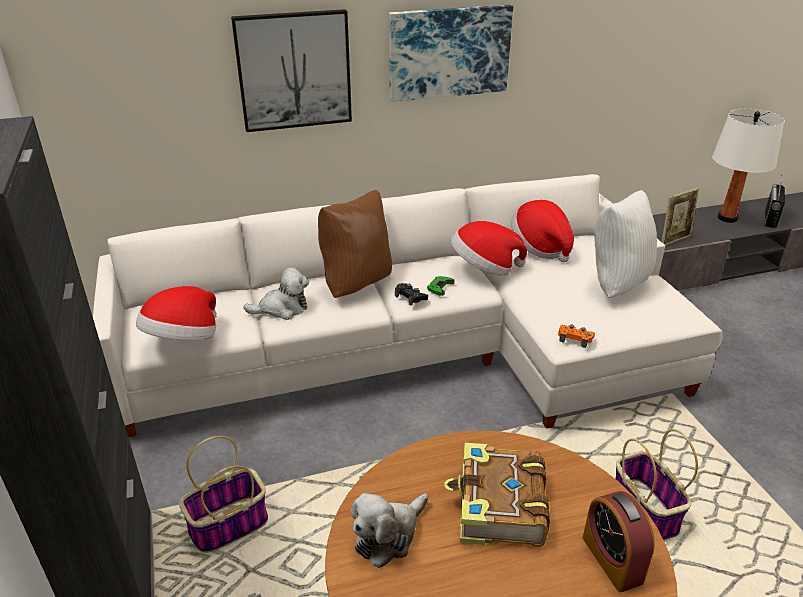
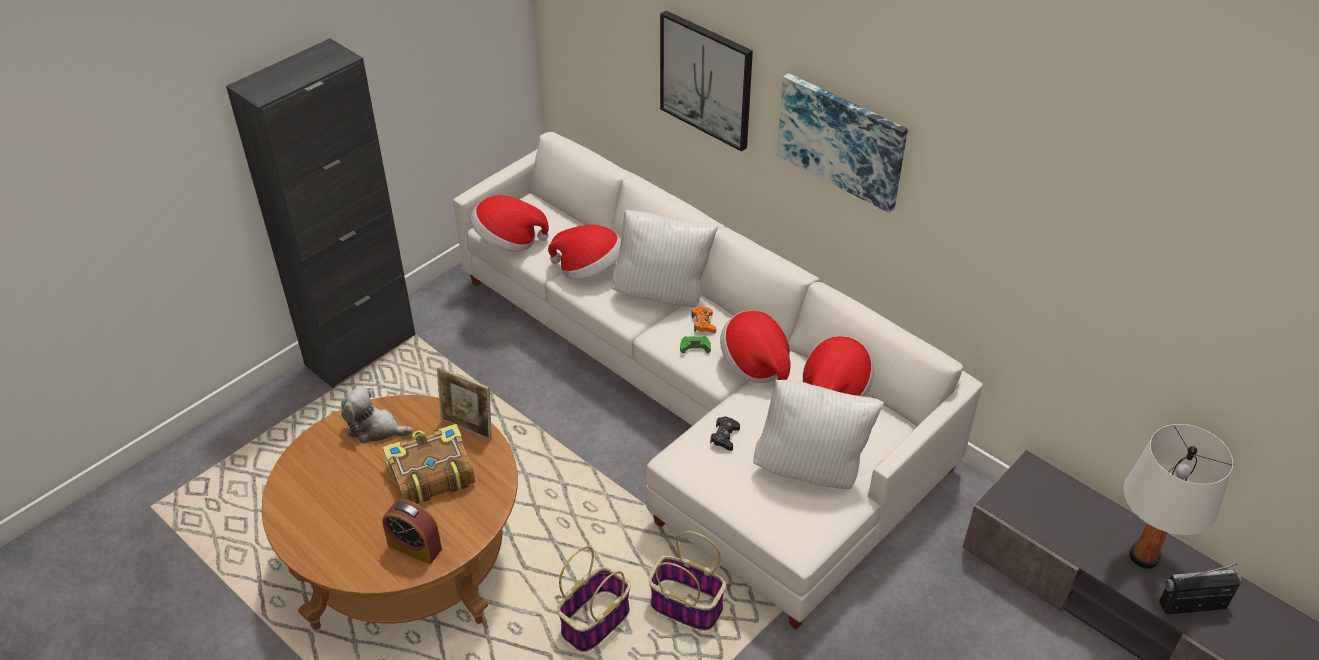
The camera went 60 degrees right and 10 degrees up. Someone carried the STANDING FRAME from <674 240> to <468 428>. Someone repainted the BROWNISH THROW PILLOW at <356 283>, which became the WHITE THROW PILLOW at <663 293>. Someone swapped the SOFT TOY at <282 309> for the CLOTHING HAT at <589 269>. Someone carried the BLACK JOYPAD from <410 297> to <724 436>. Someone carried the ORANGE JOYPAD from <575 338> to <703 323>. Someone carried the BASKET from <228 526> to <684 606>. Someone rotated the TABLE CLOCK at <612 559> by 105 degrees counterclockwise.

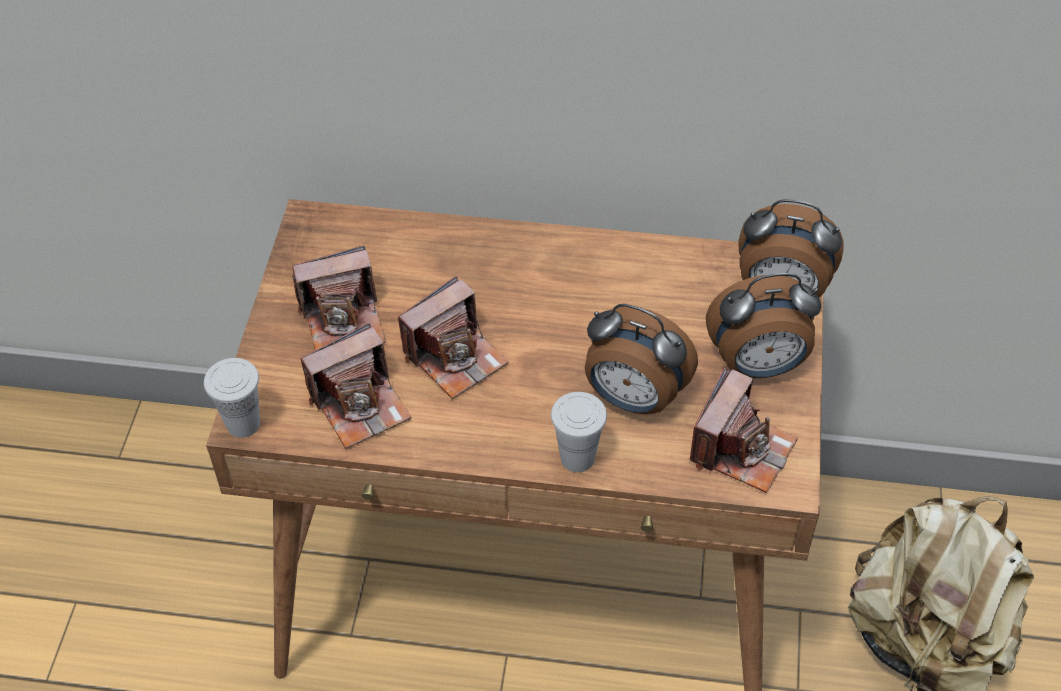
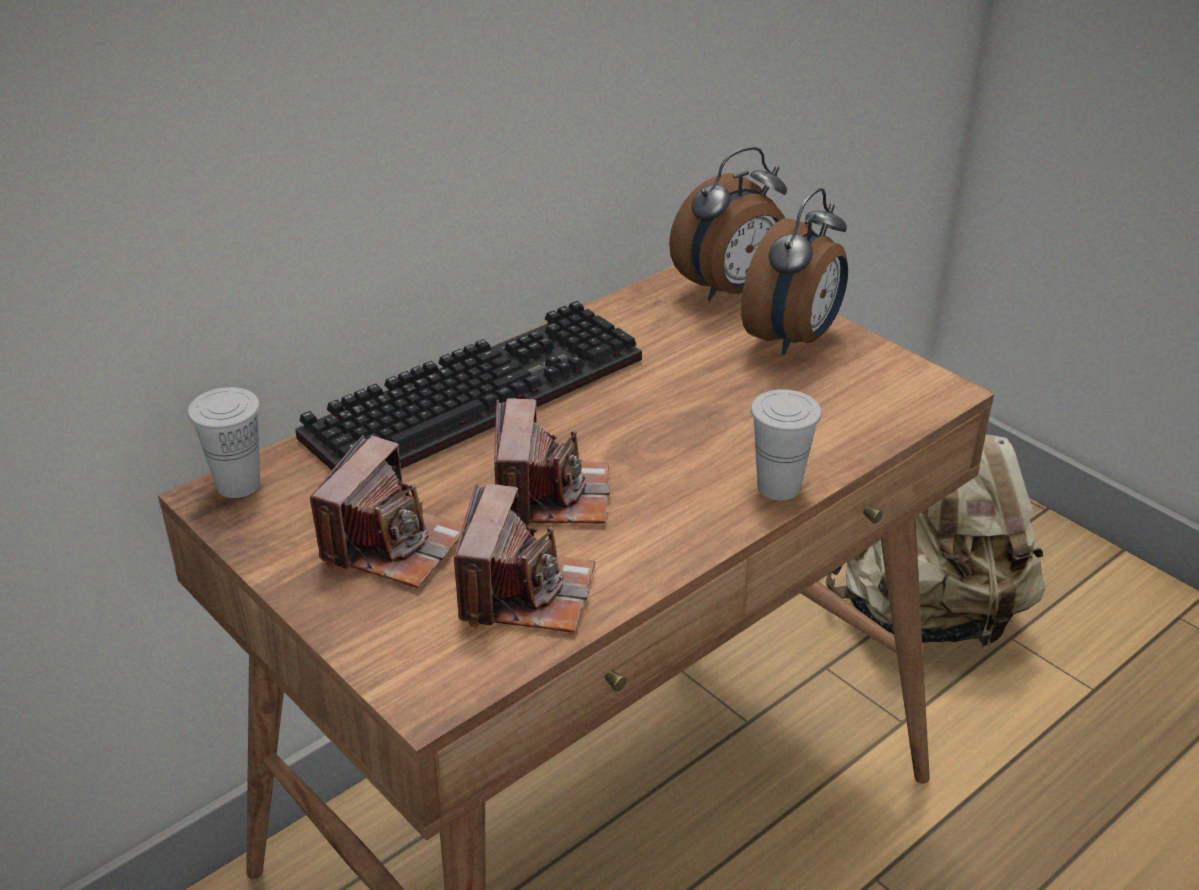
The camera went 50 degrees left and 15 degrees down. Someone took away the TABLE CLOCK at <633 399>. Someone carried the WHITE CUP from <243 424> to <238 484>. Someone took away the PHOTO CAMERA at <741 449>. Someone put down the COMPUTER KEYBOARD at <477 393>.

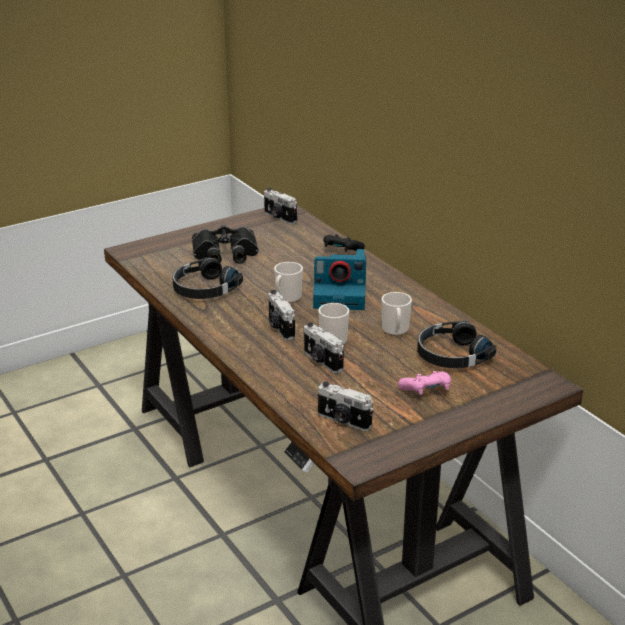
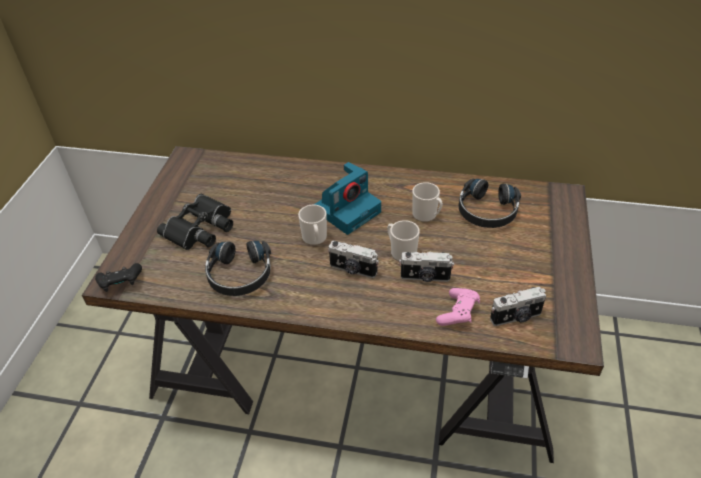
The camera went 45 degrees left and 15 degrees up. Someone took away the PHOTO CAMERA at <279 217>. Someone carried the BLACK JOYPAD from <341 251> to <121 283>. Someone carried the PINK-COLOURED JOYPAD from <426 391> to <458 313>.

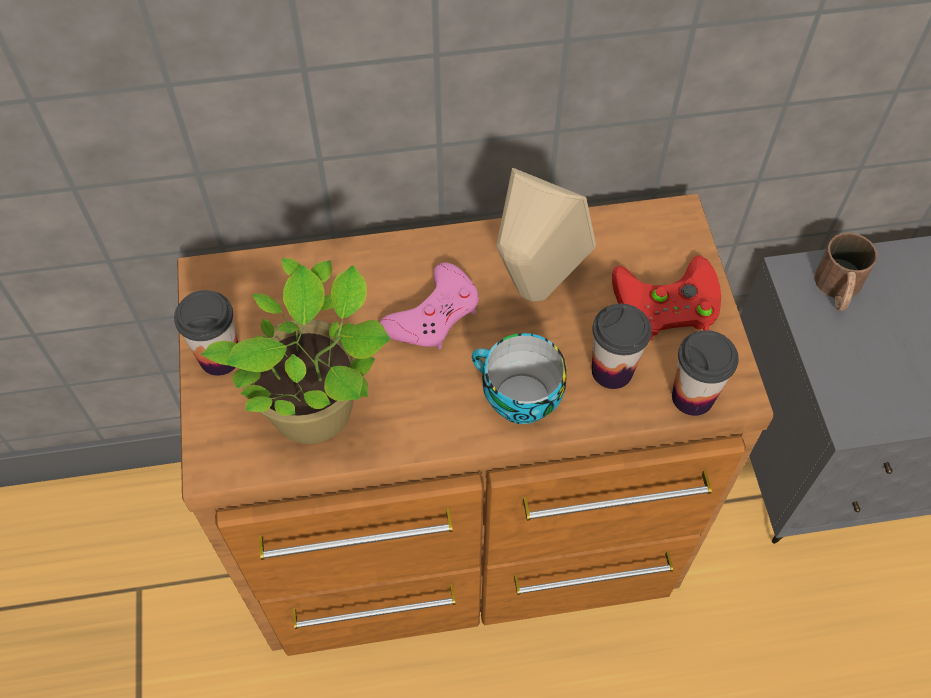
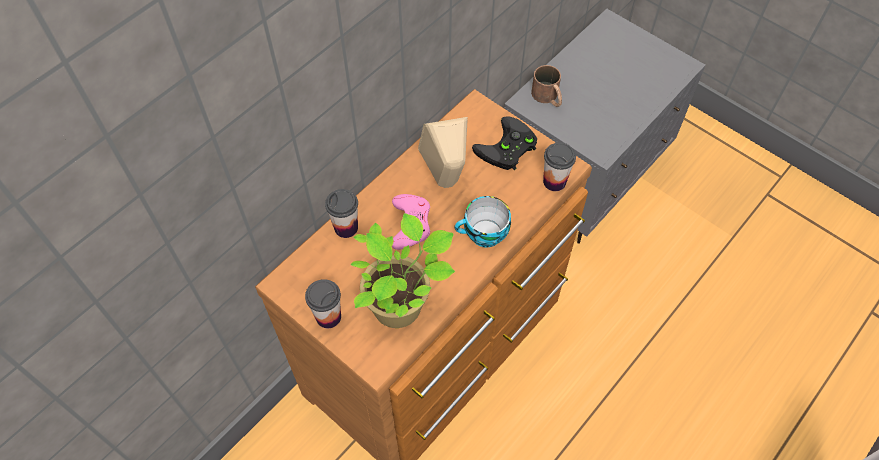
The camera went 40 degrees left and 0 degrees up. Someone repainted the RED JOYPAD at <664 305>, which became the BLACK JOYPAD at <507 149>. Someone carried the CUP from <612 371> to <346 227>.

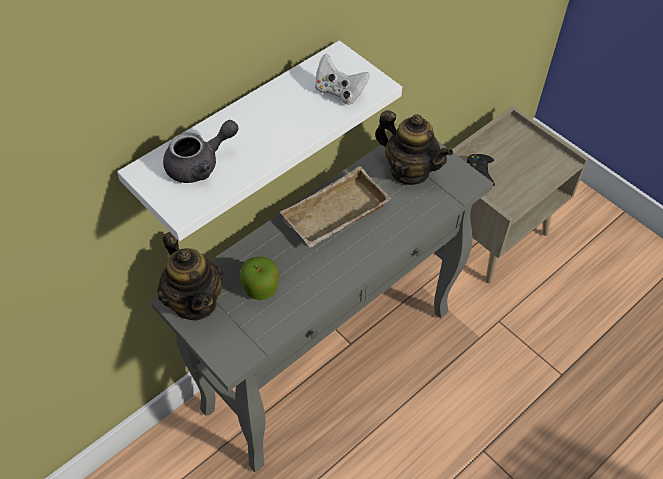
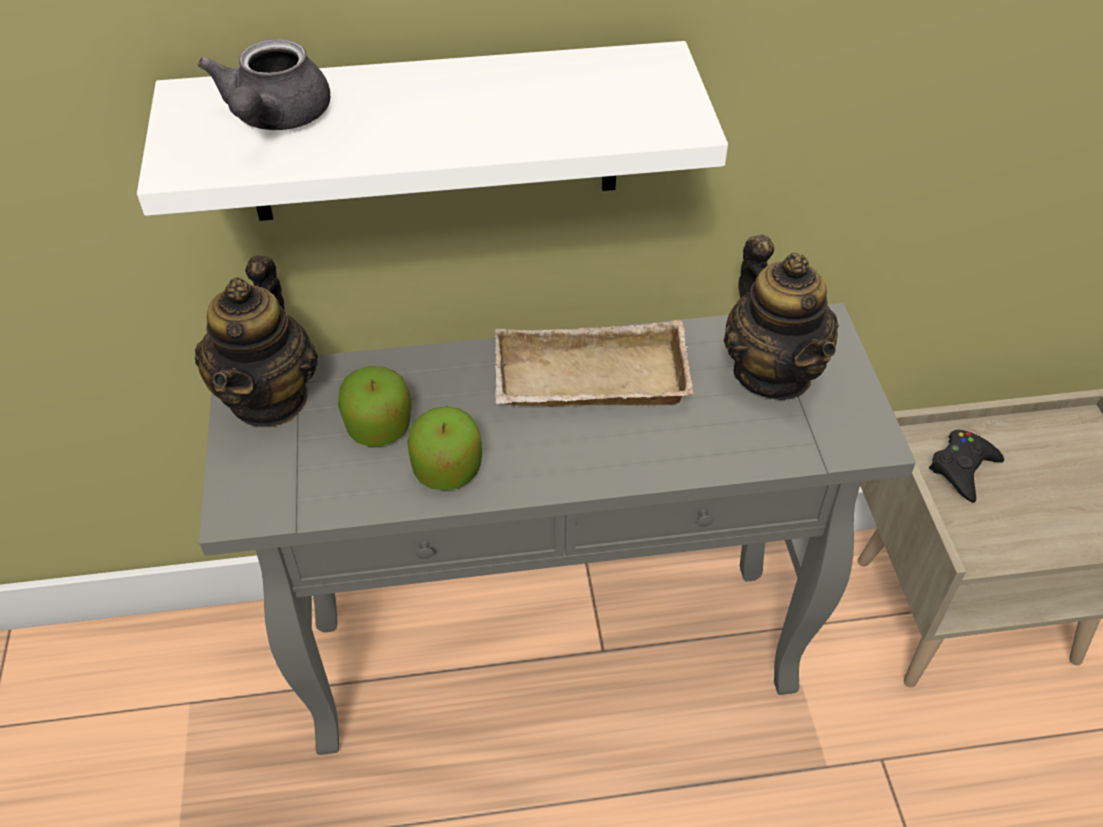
The camera went 35 degrees right and 5 degrees down. Someone took away the WHITE JOYPAD at <339 92>. Someone rotated the GREY POT FOR TEA at <200 164> by 90 degrees clockwise. Someone put down the APPLE at <447 469>.

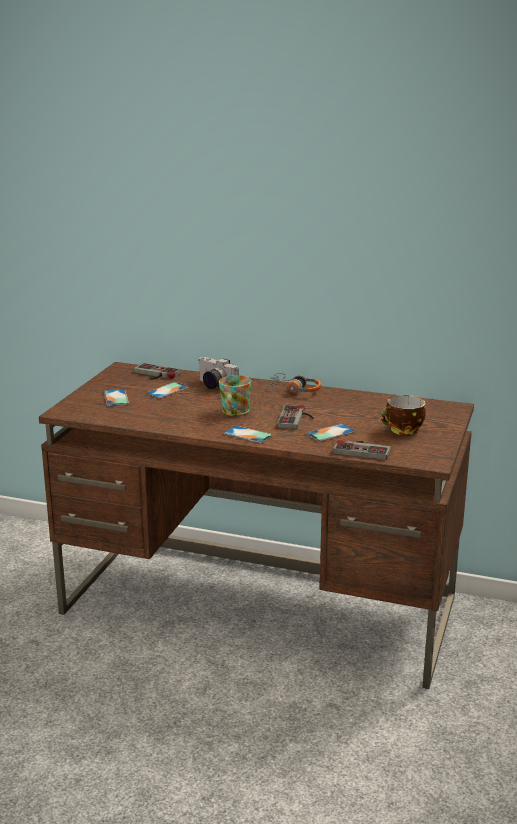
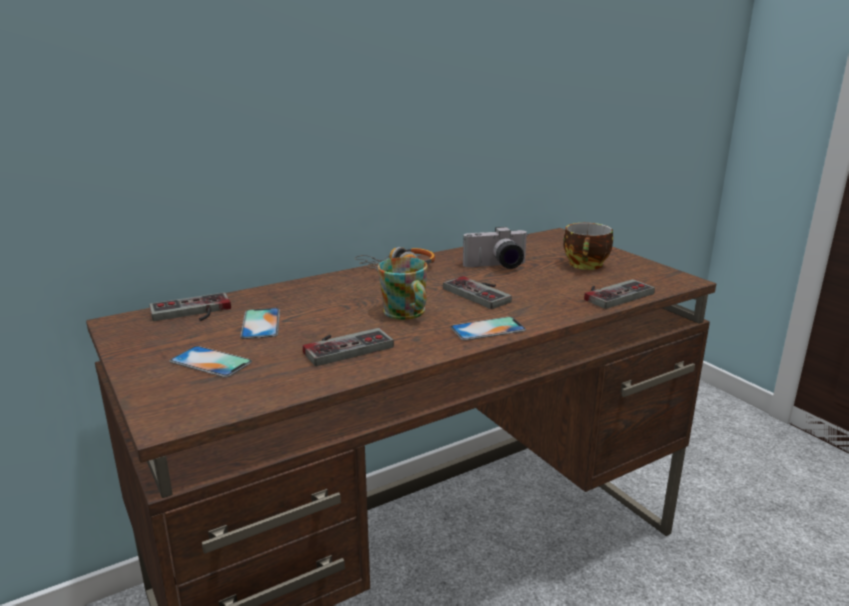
The camera went 50 degrees left and 0 degrees up. Someone carried the PHOTO CAMERA from <214 386> to <497 266>. Someone took away the PHONE at <330 433>. Someone put down the JOYPAD at <344 346>.

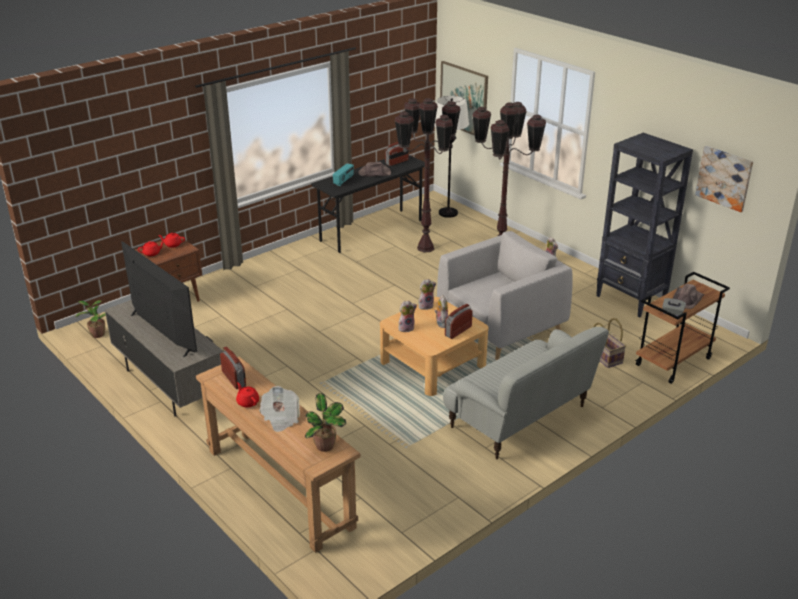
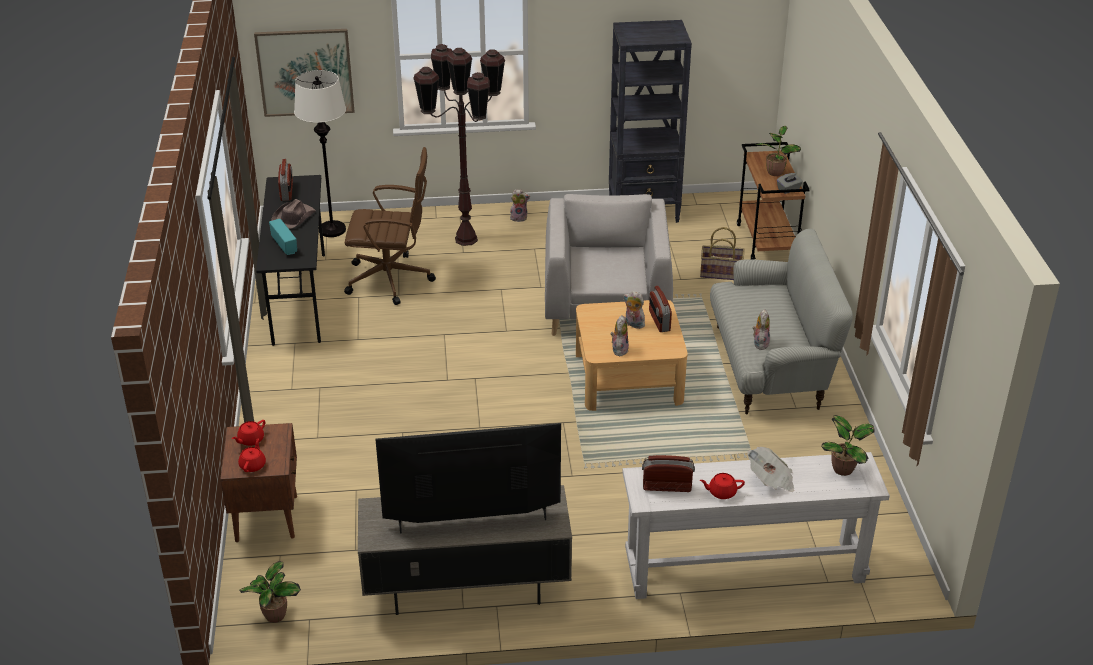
The camera went 55 degrees left and 5 degrees up. Someone swapped the BROWNISH FLOOR LAMP at <425 248> for the BROWNISH OFFICE CHAIR at <391 280>. Someone took away the PICTURE at <724 178>. Someone carried the SOFT TOY from <426 306> to <760 343>. Someone swapped the BROWNISH CLOTHING HAT at <687 300> for the POTTED PLANT at <775 172>. Someone repainted the BROWNISH CONSOLE TABLE at <279 487>, which became the WHITE CONSOLE TABLE at <744 569>.

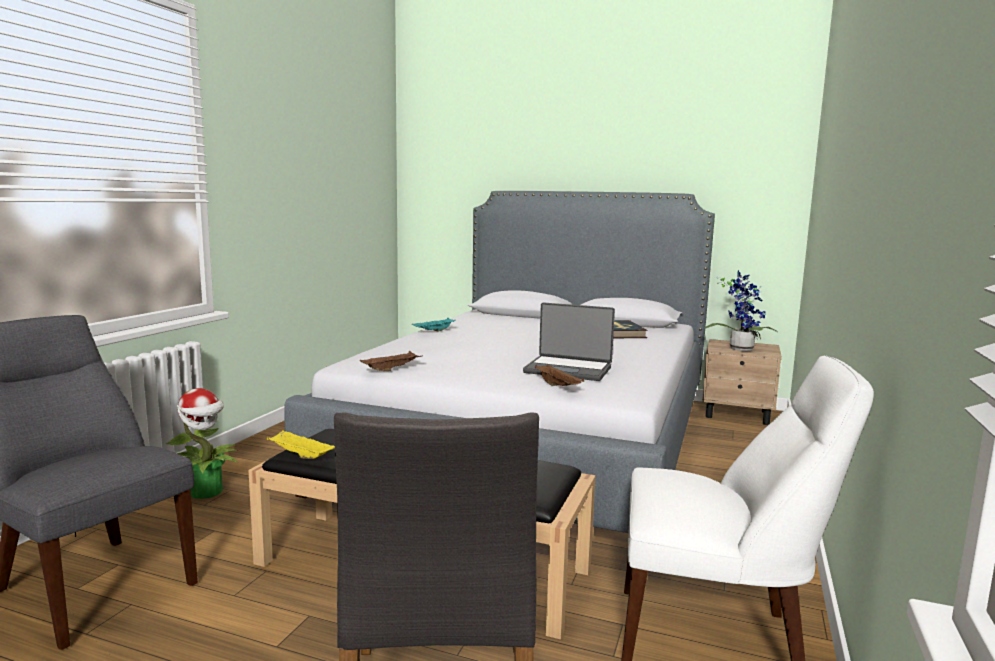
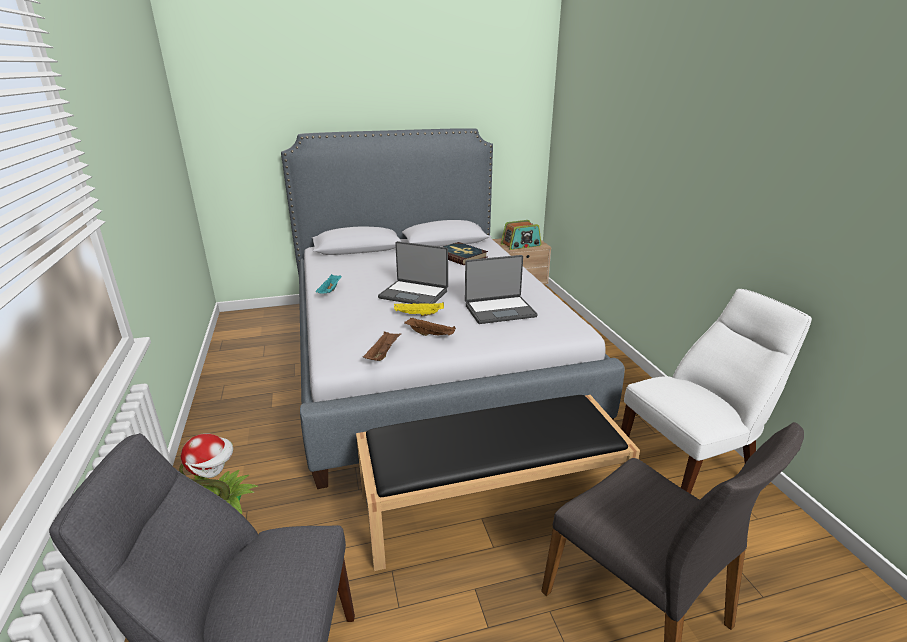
The camera went 35 degrees left and 15 degrees up. Someone swapped the POTTED PLANT at <740 348> for the RADIO RECEIVER at <521 245>. Someone carried the BROWNISH SERVING TRAY from <558 386> to <431 335>. Someone carried the YELLOW SERVING TRAY from <300 455> to <418 315>. Someone put down the NOTEBOOK COMPUTER at <414 294>.

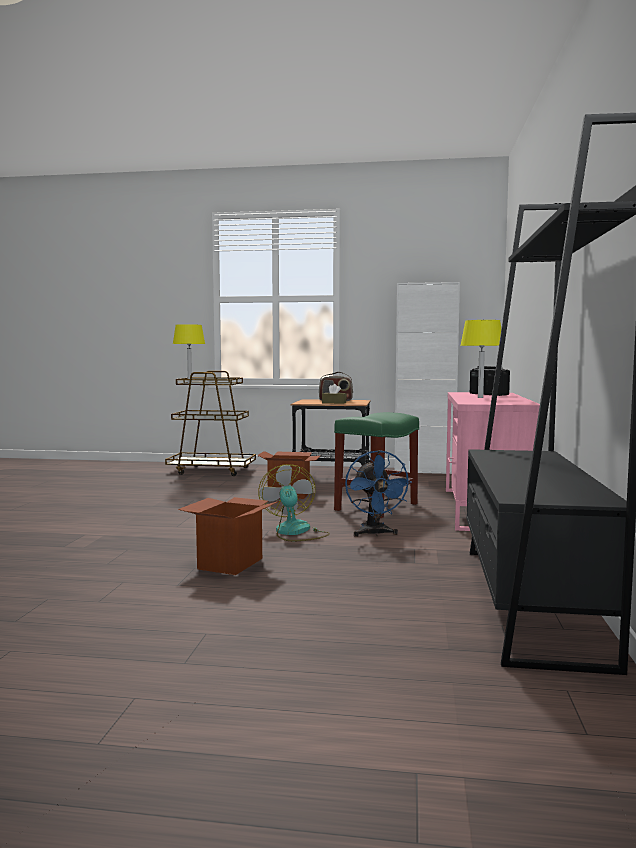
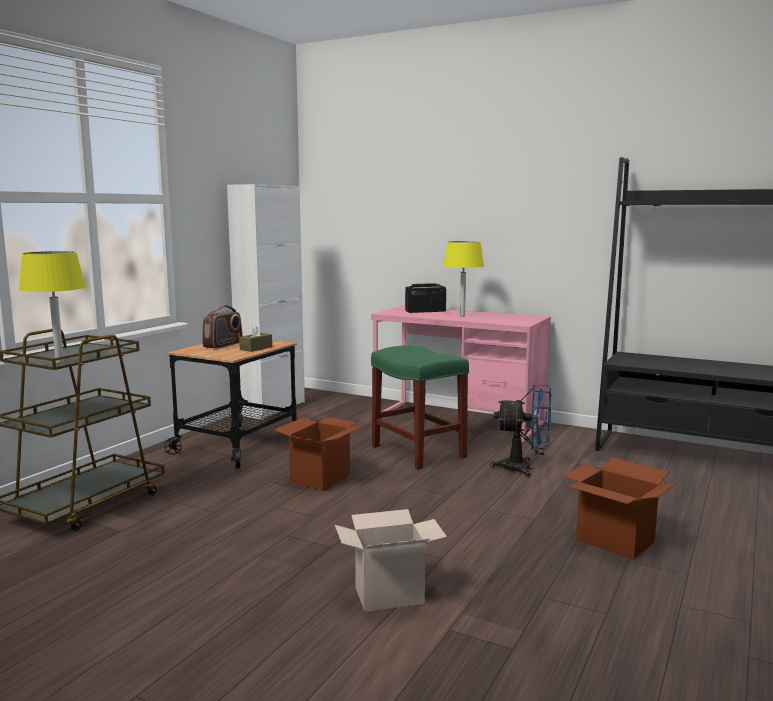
The camera went 70 degrees left and 5 degrees up. Someone took away the ELECTRIC FAN at <295 532>. Someone put down the PACKING BOX at <391 595>.

